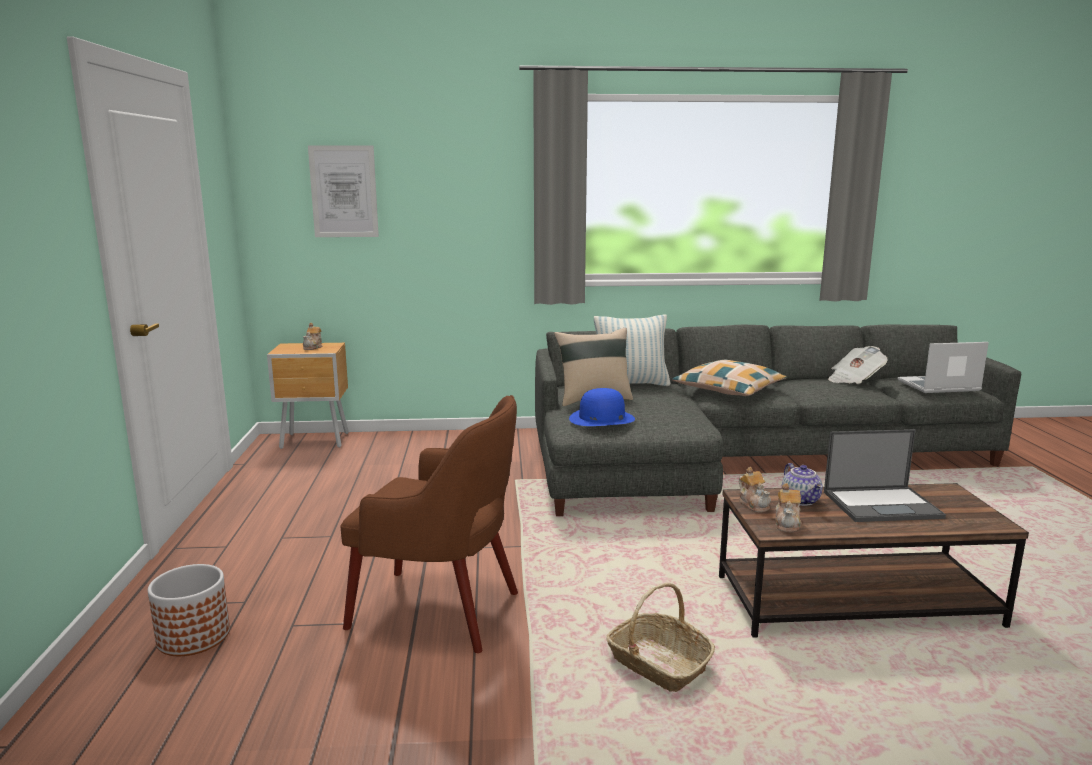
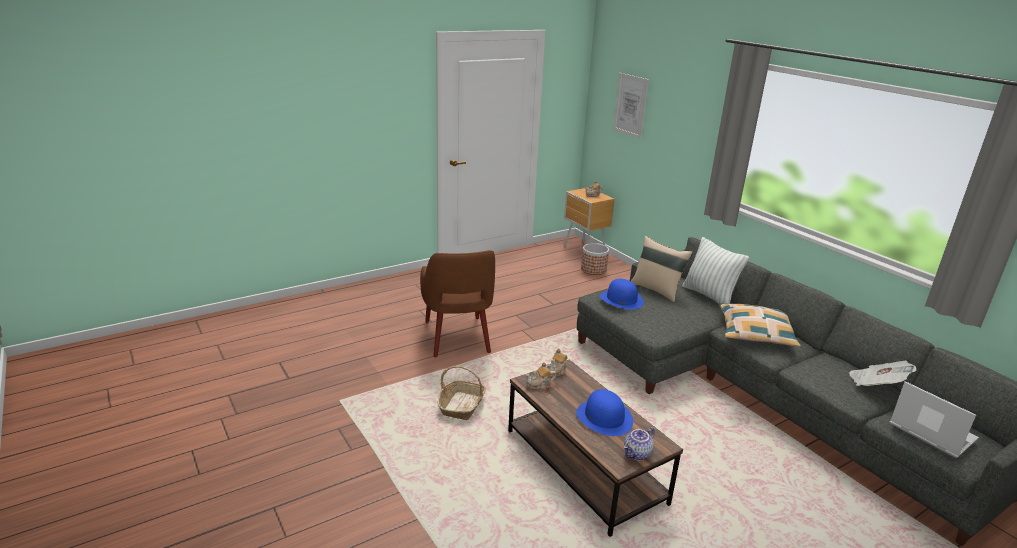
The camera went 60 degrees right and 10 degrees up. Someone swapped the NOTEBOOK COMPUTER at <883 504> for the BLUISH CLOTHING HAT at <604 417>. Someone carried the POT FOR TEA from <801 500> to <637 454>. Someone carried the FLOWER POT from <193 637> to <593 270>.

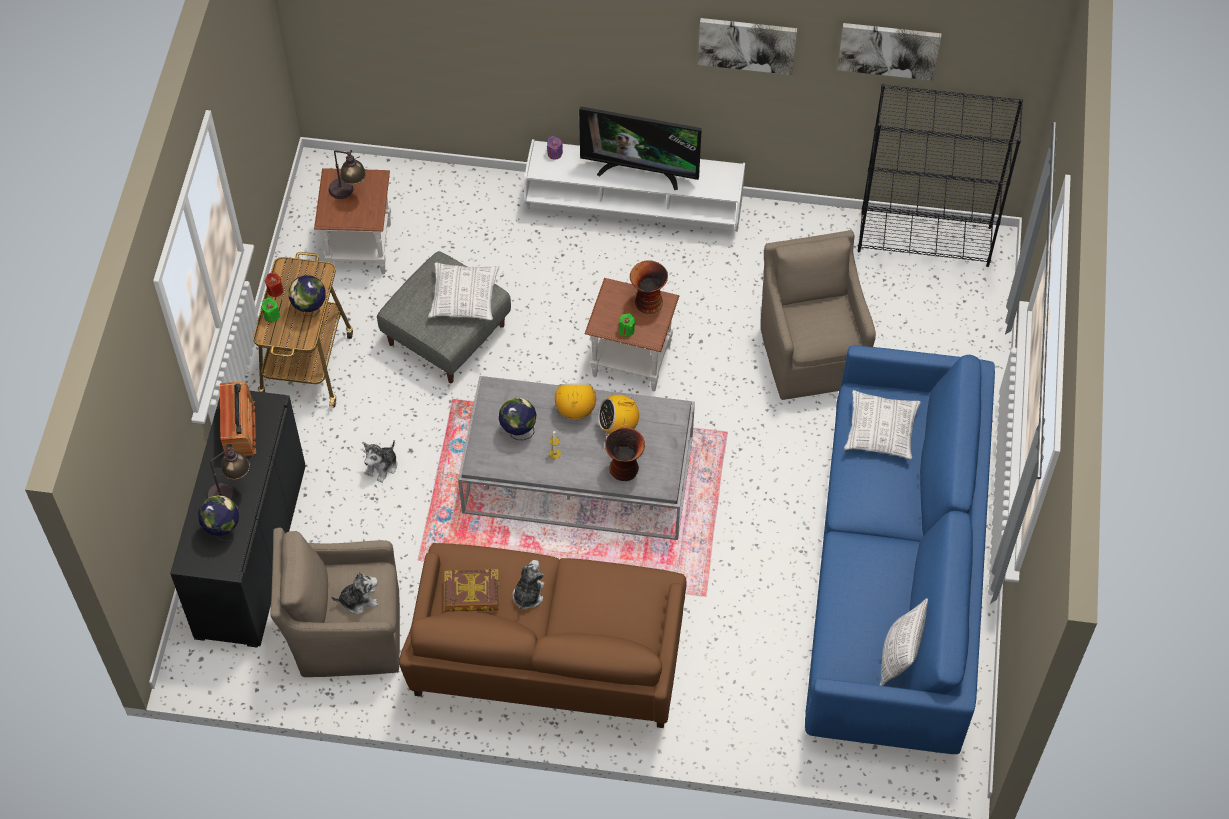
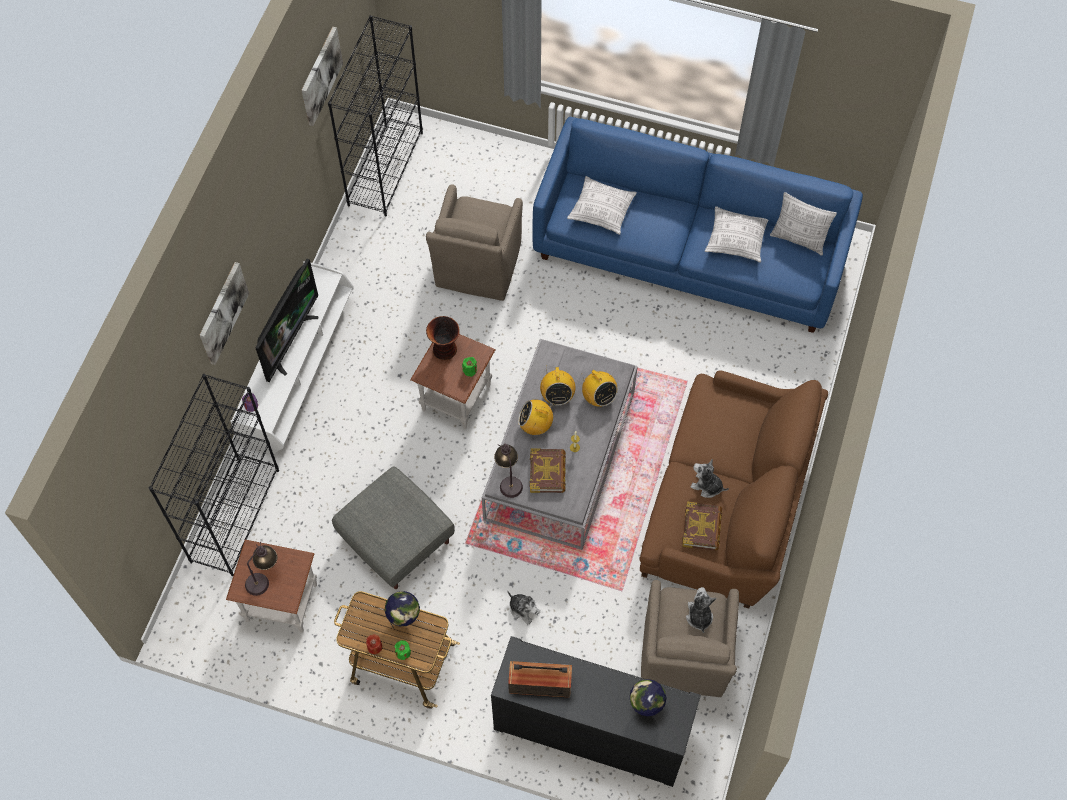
The camera went 80 degrees left and 5 degrees up. Someone carried the PICTURE from <747 44> to <222 313>. Someone rotated the BROWNISH LOUNGE CHAIR at <811 353> by 75 degrees counterclockwise. Someone carried the THROW PILLOW from <464 298> to <736 240>. Someone swapped the GLOBE at <518 431> for the VOLUME at <547 472>. Someone swapped the VASE at <625 469> for the RADIO RECEIVER at <598 397>. Someone carried the TABLETOP LAMP from <231 491> to <508 479>. Someone put down the BLACK SHELVING UNIT at <235 515>.

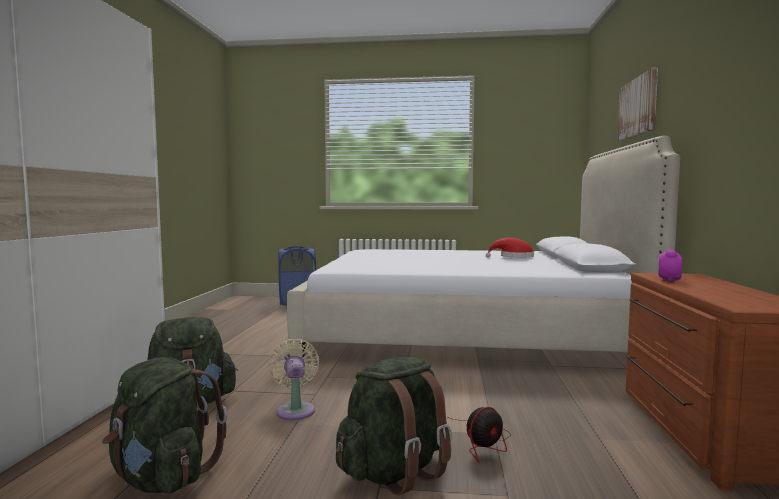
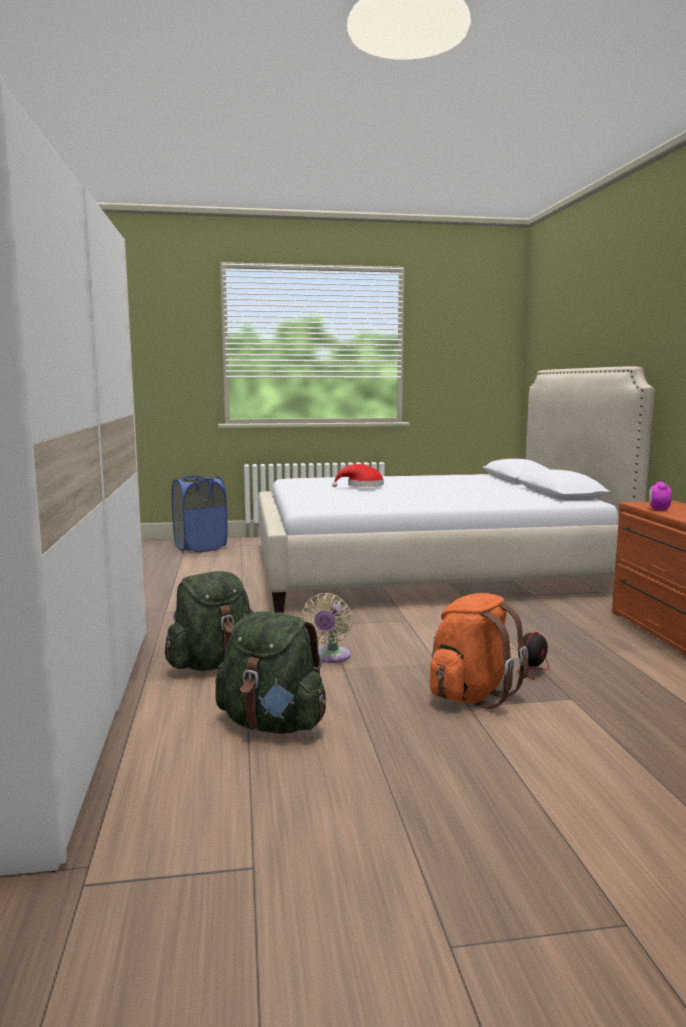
The camera went 15 degrees left and 5 degrees up. Someone took away the PICTURE at <638 107>. Someone carried the RED CLOTHING HAT from <514 257> to <362 486>. Someone rotated the BEIGE ELECTRIC FAN at <295 409> by 135 degrees counterclockwise. Someone repainted the GREENISH BACKPACK at <395 472>, which became the ORANGE BACKPACK at <471 694>.

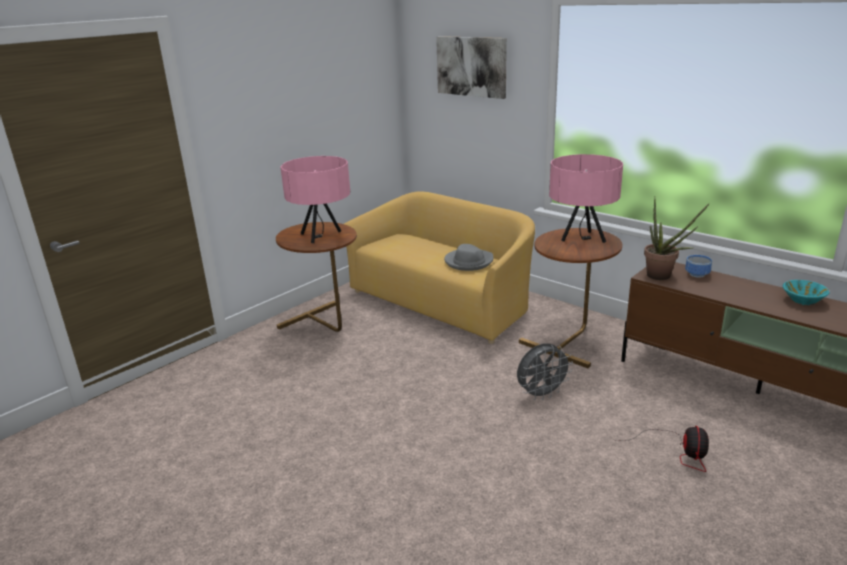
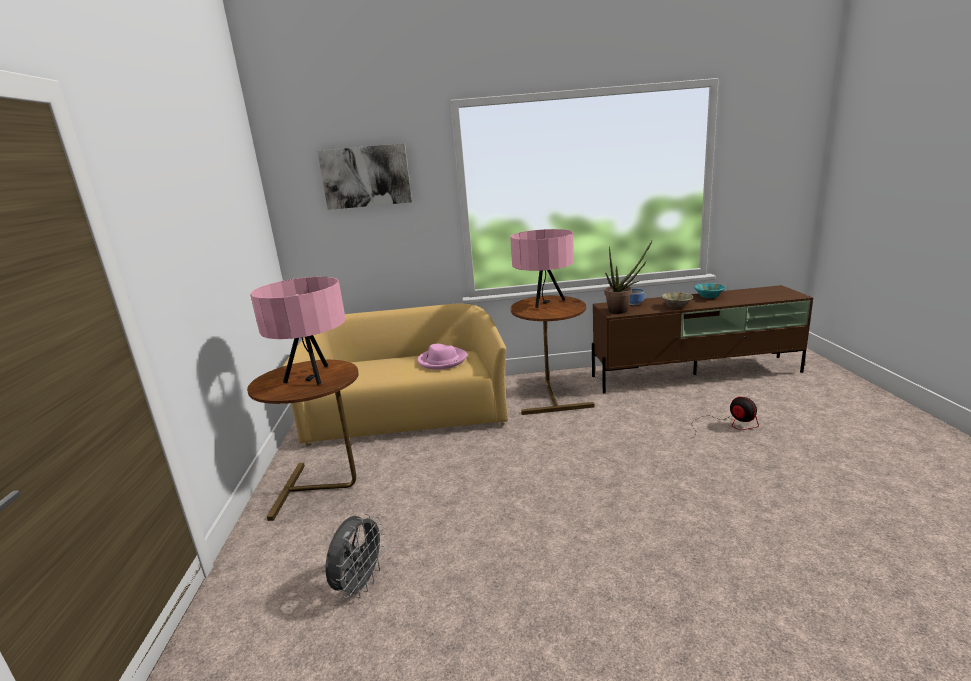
The camera went 45 degrees left and 5 degrees down. Someone repainted the GREY CLOTHING HAT at <468 262>, which became the PINK-COLOURED CLOTHING HAT at <442 360>. Someone carried the GREY ELECTRIC FAN from <541 394> to <360 584>. Someone put down the BEIGE BOWL at <676 306>.

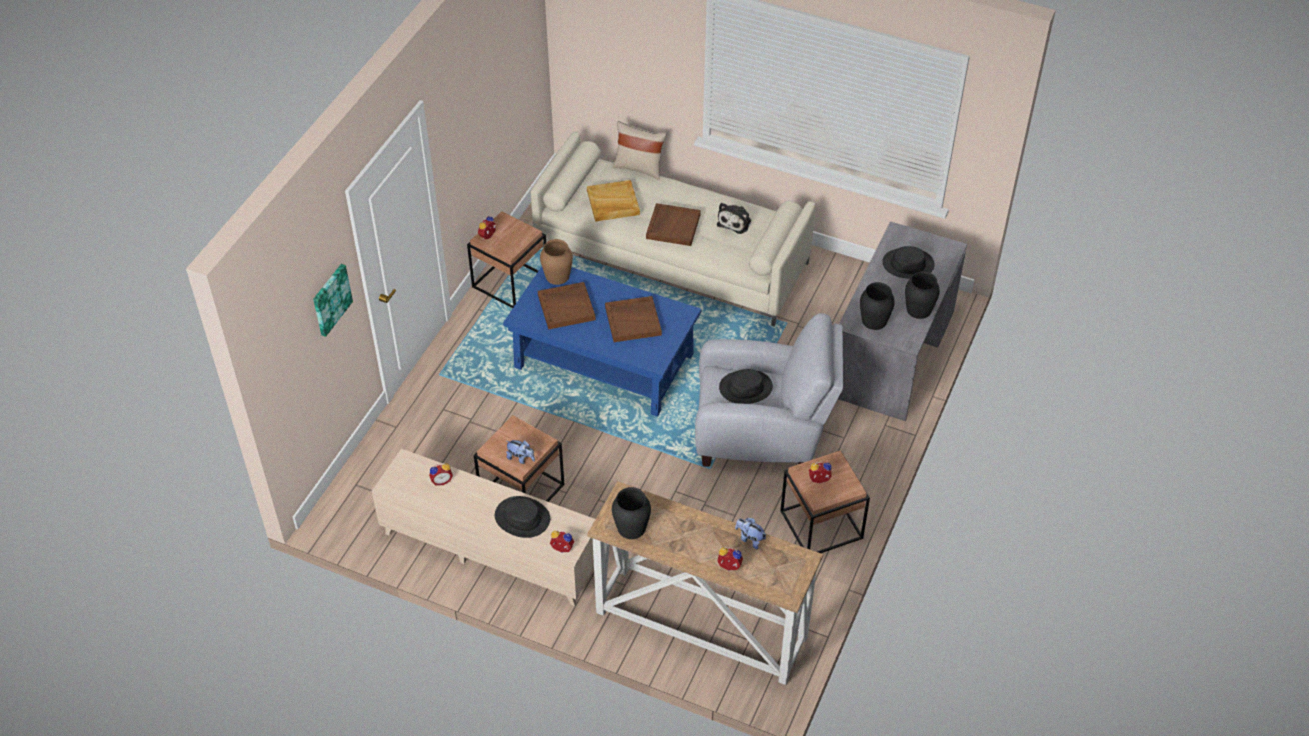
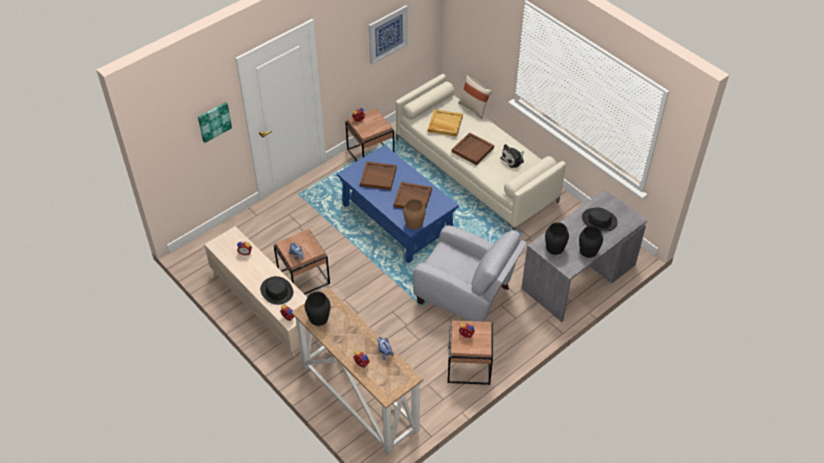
The camera went 25 degrees right and 0 degrees up. Someone carried the BROWNISH VASE from <557 276> to <414 223>. Someone took away the BLACK CLOTHING HAT at <745 387>. Someone put up the PICTURE at <387 34>.

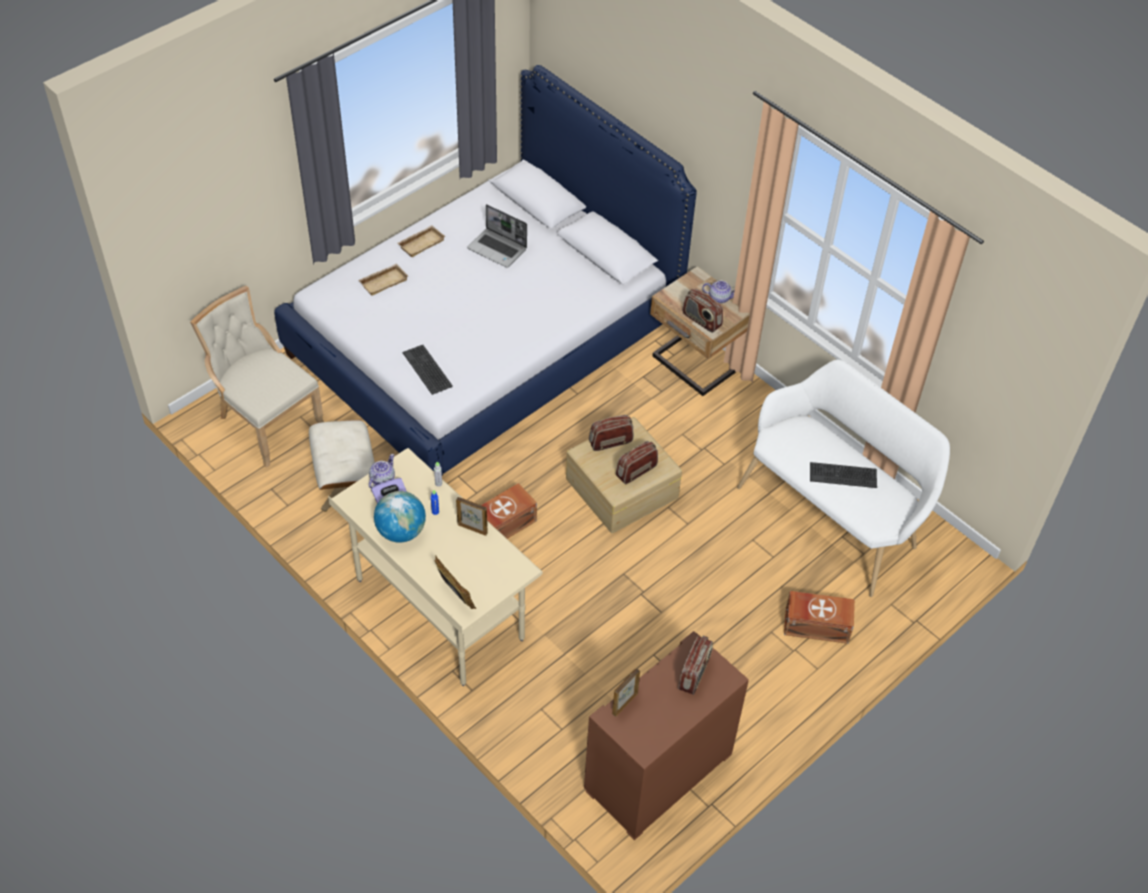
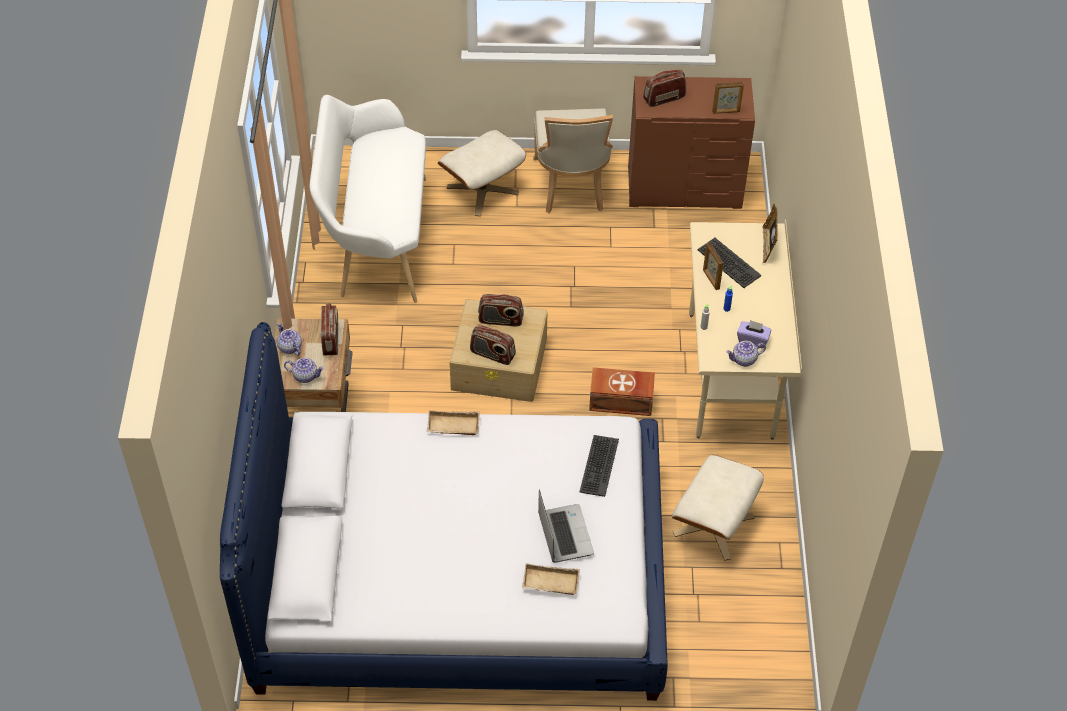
The camera went 135 degrees left and 0 degrees up. Someone carried the NOTEBOOK COMPUTER from <498 249> to <564 534>. Someone carried the BEIGE SERVING TRAY from <421 243> to <452 427>. Someone carried the BEIGE UPRIGHT CHAIR from <266 421> to <571 187>. Someone carried the COMPUTER KEYBOARD from <843 475> to <728 263>. Someone took away the GLOBE at <401 531>. Someone swapped the BROWNISH STORAGE CONTAINER at <815 624> for the BEIGE OTTOMAN at <482 190>. Someone put down the POT FOR TEA at <305 376>.

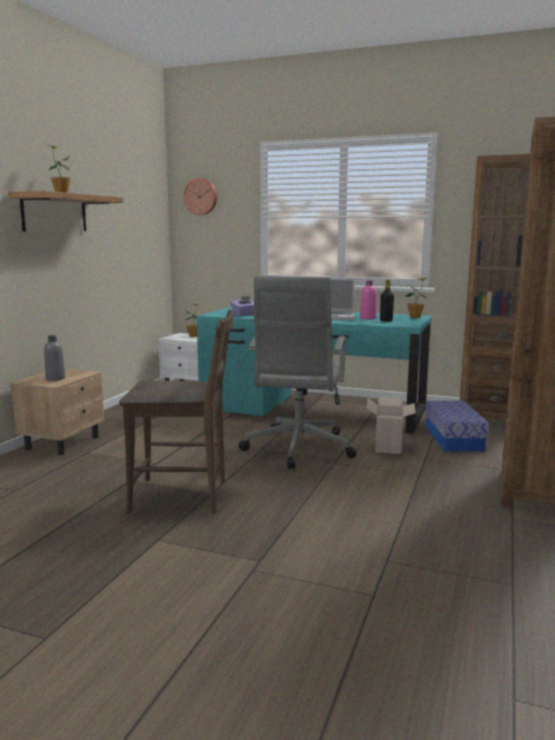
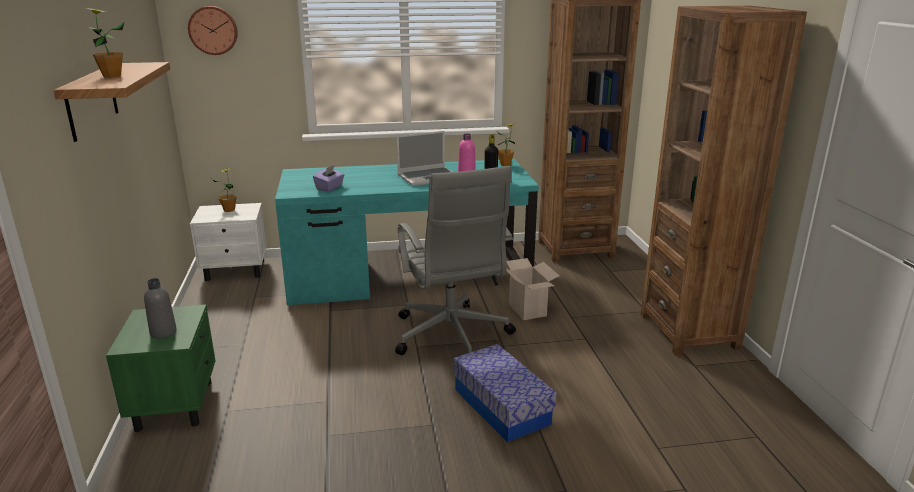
The camera went 30 degrees left and 10 degrees up. Someone took away the BROWNISH UPRIGHT CHAIR at <185 496>. Someone repainted the BEIGE BEDSIDE TABLE at <63 442>, which became the GREENISH BEDSIDE TABLE at <175 404>. Someone carried the STORAGE CONTAINER from <453 438> to <502 406>.

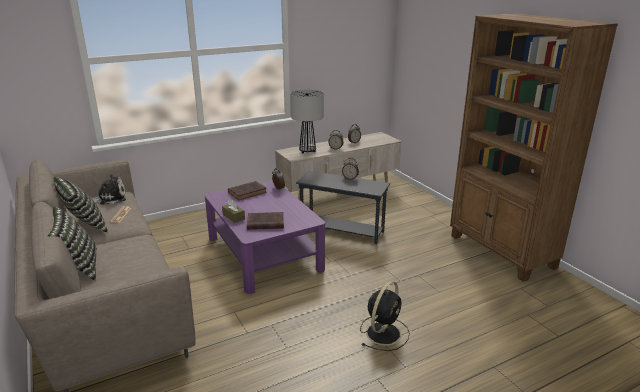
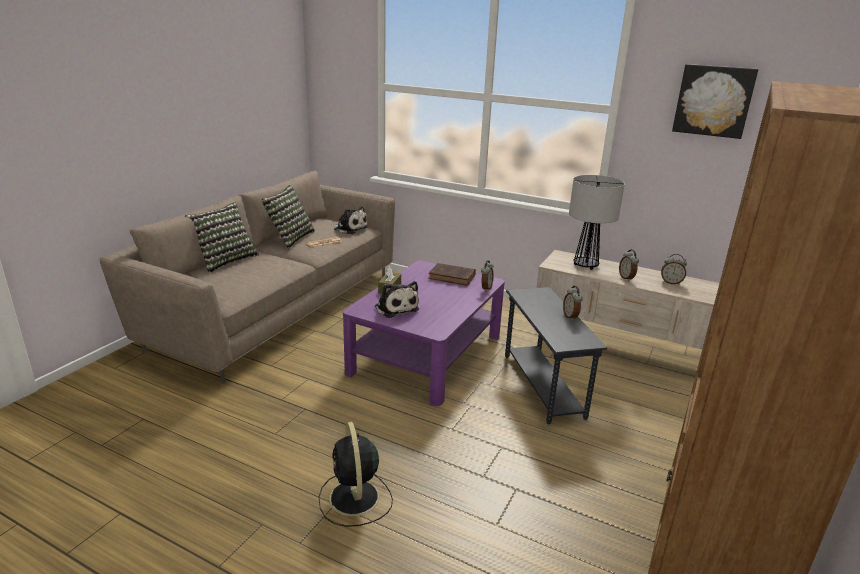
The camera went 55 degrees right and 0 degrees up. Someone swapped the BROWNISH VOLUME at <264 223> for the SOFT TOY at <395 308>. Someone rotated the BLACK ELECTRIC FAN at <384 332> by 75 degrees clockwise. Someone put up the PICTURE at <713 101>.

